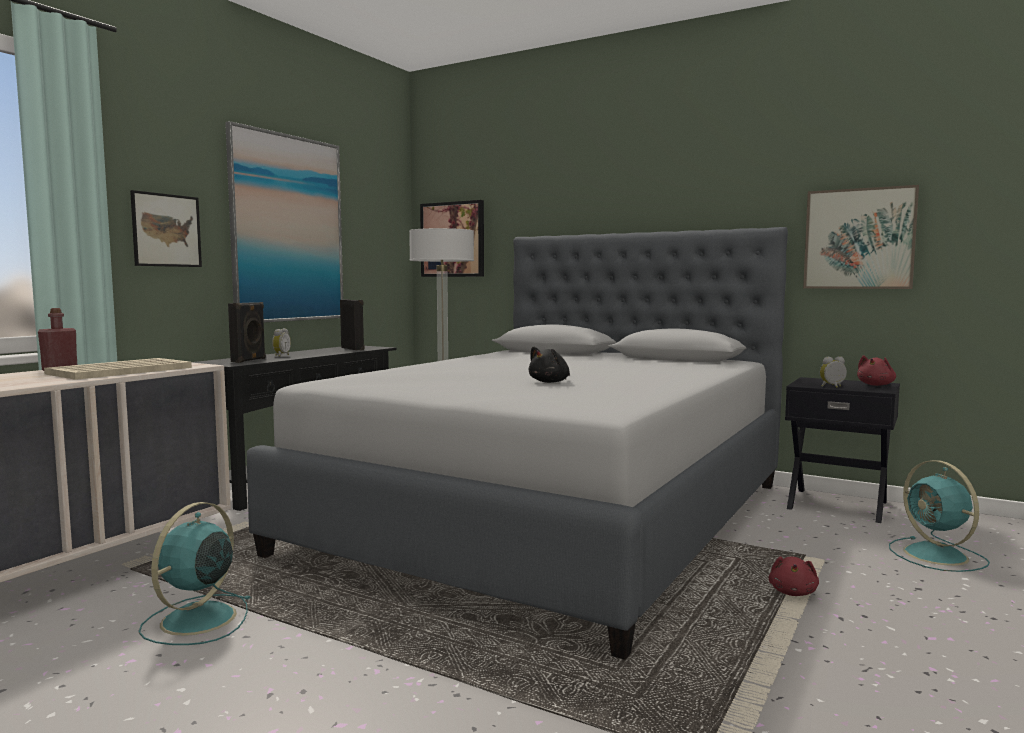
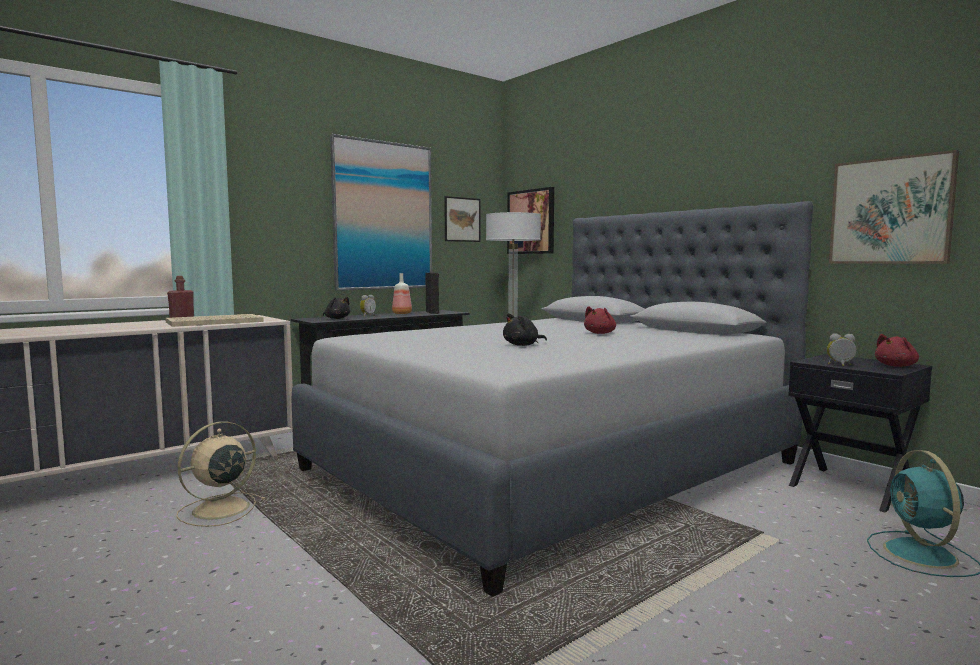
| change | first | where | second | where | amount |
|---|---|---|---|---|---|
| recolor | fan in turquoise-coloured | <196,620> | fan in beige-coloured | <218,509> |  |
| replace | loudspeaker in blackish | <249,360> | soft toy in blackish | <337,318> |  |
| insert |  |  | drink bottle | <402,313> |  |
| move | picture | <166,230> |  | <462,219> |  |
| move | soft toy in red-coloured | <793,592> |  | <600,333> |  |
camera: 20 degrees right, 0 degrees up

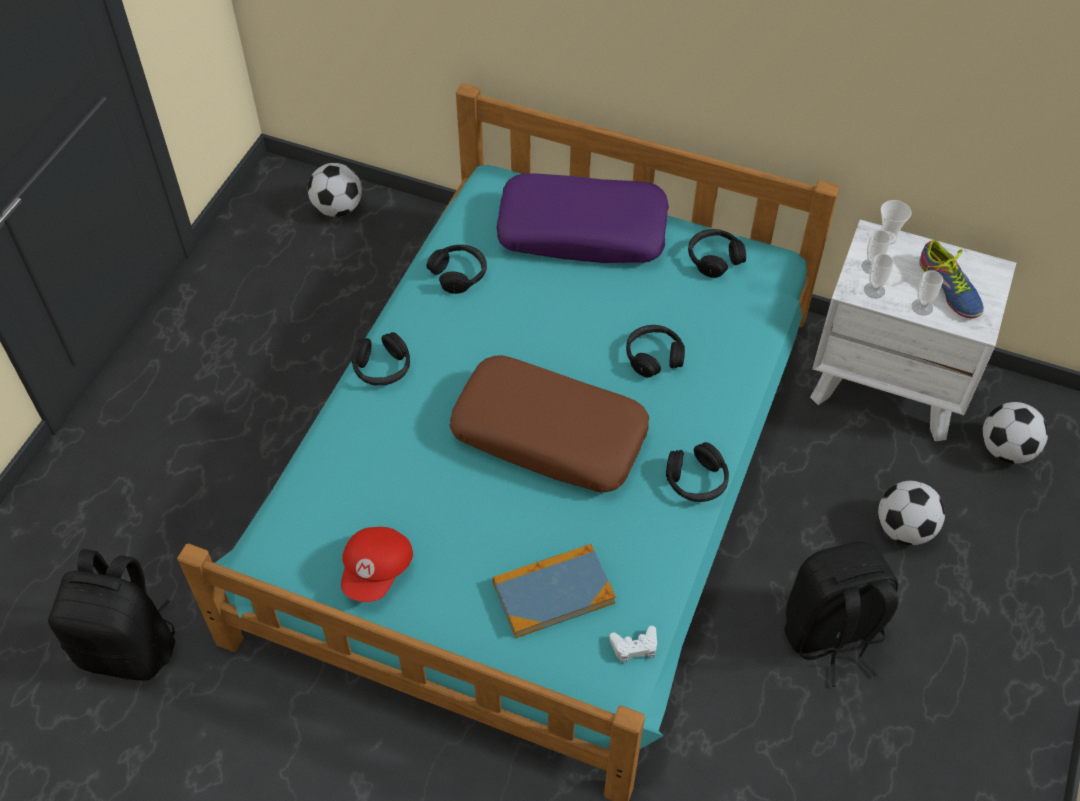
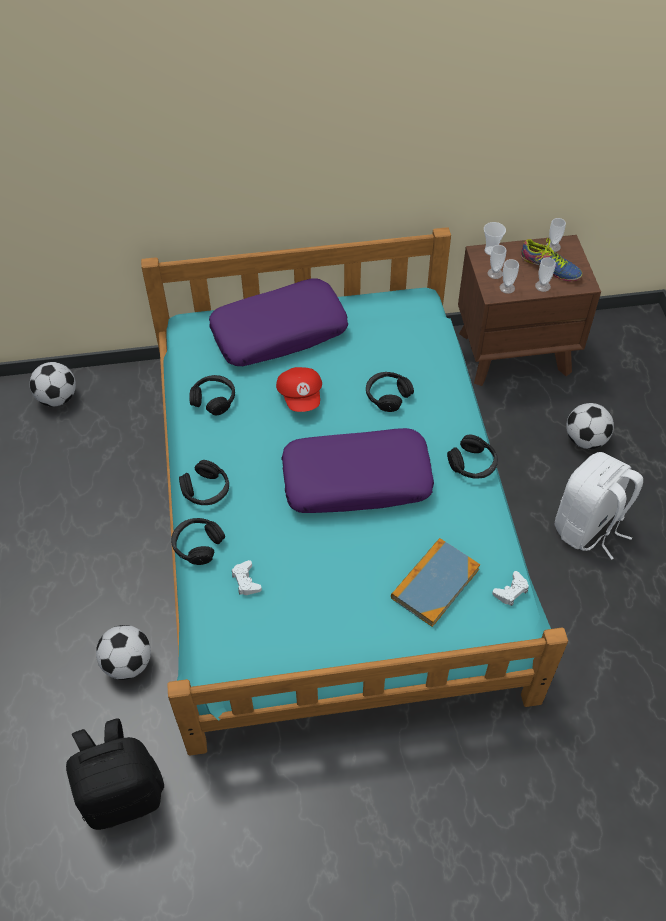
| change | first | where | second | where | amount |
|---|---|---|---|---|---|
| move | football | <1006,449> |  | <128,663> |  |
| move | headphones in blackish | <714,258> |  | <197,545> |  |
| insert |  |  | gamepad in whitish | <246,581> |  |
| move | peaked cap in red-coloured | <378,571> |  | <301,396> |  |
| recolor | throw pillow in brown | <550,434> | throw pillow in purple-coloured | <357,480> |  |
| recolor | bedside table in whitish | <889,383> | bedside table in brown | <515,352> |  |
| insert |  |  | small cup | <553,246> |  |
| recolor | knapsack in blackish | <831,634> | knapsack in whitish | <588,527> |  |
camera: 30 degrees left, 0 degrees up

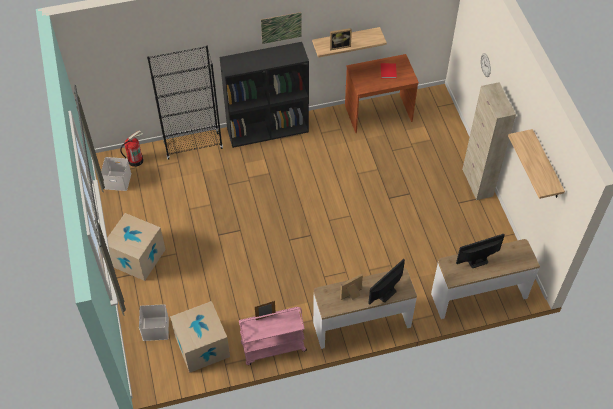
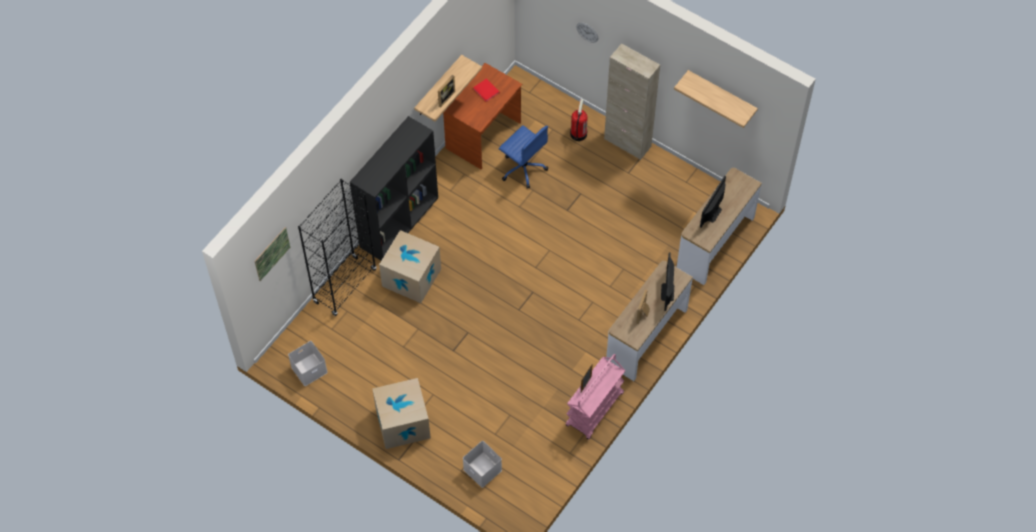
| change | first | where | second | where | amount |
|---|---|---|---|---|---|
| move | picture | <281,27> |  | <272,254> |  |
| move | packing box | <202,346> |  | <411,277> |  |
| insert |  |  | desk chair in blue-coloured | <523,168> |  |
| move | fire-fighting cylinder | <135,160> |  | <578,133> |  |
camera: 40 degrees left, 5 degrees up

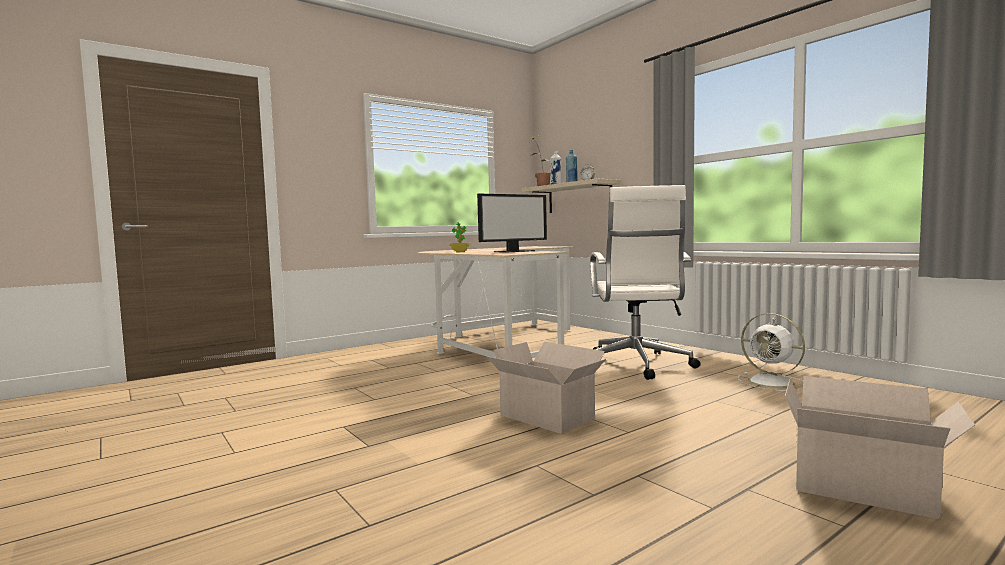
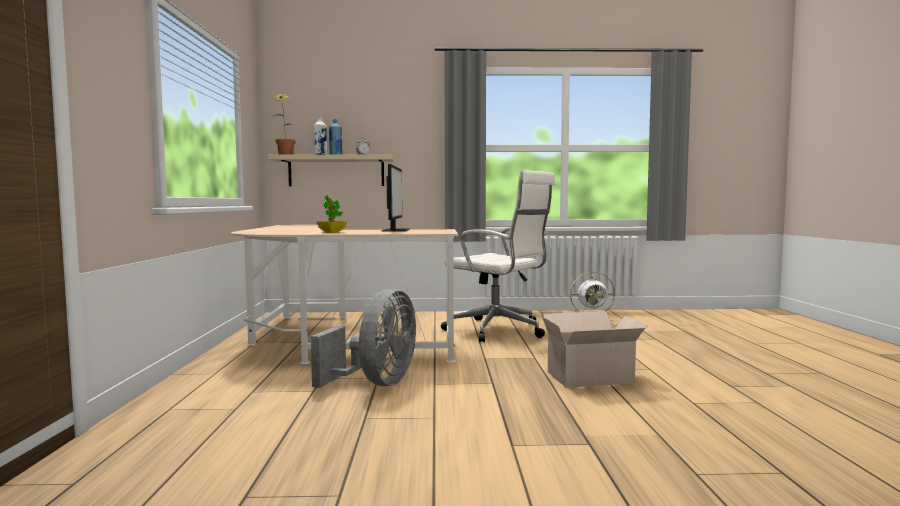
| change | first | where | second | where | amount |
|---|---|---|---|---|---|
| insert |  |  | fan in grey | <376,383> |  |
| delete | packing box | <867,489> |  |  |  |
camera: 55 degrees left, 0 degrees up

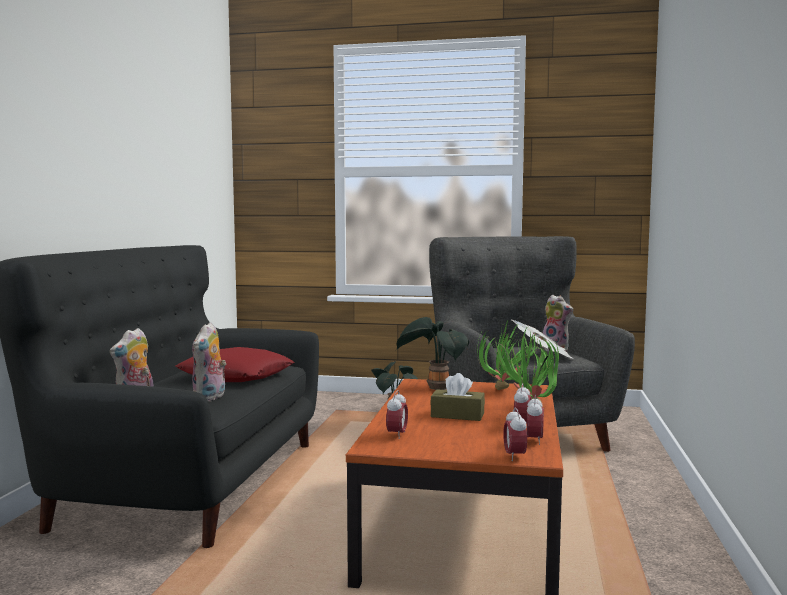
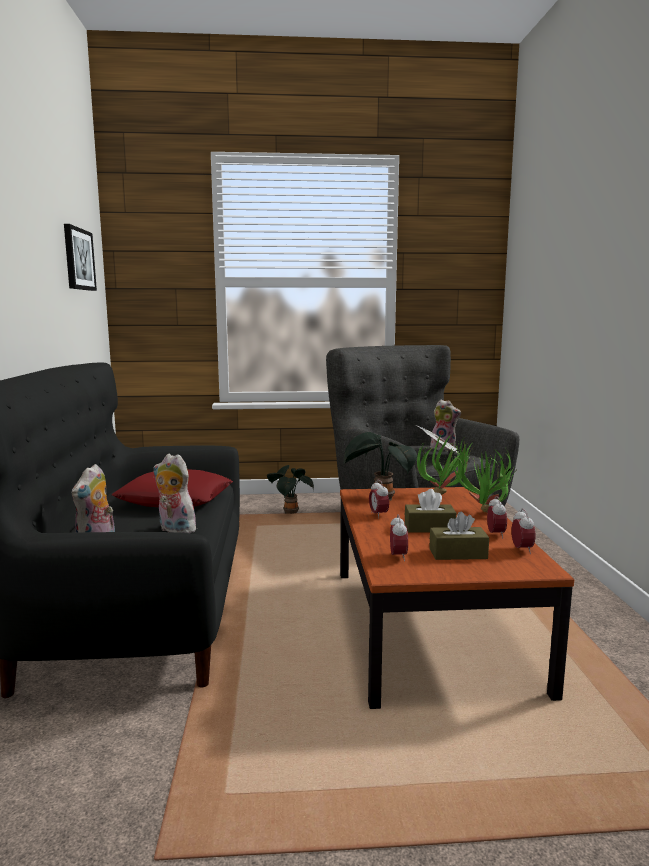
| change | first | where | second | where | amount |
|---|---|---|---|---|---|
| insert |  |  | picture | <78,259> |  |
| rotate | soft toy | <210,398> |  | <174,530> | 120 degrees clockwise |
| move | table clock | <514,456> |  | <378,515> |  |
| insert |  |  | tissue holder in brown | <458,554> |  |
camera: 15 degrees left, 5 degrees up

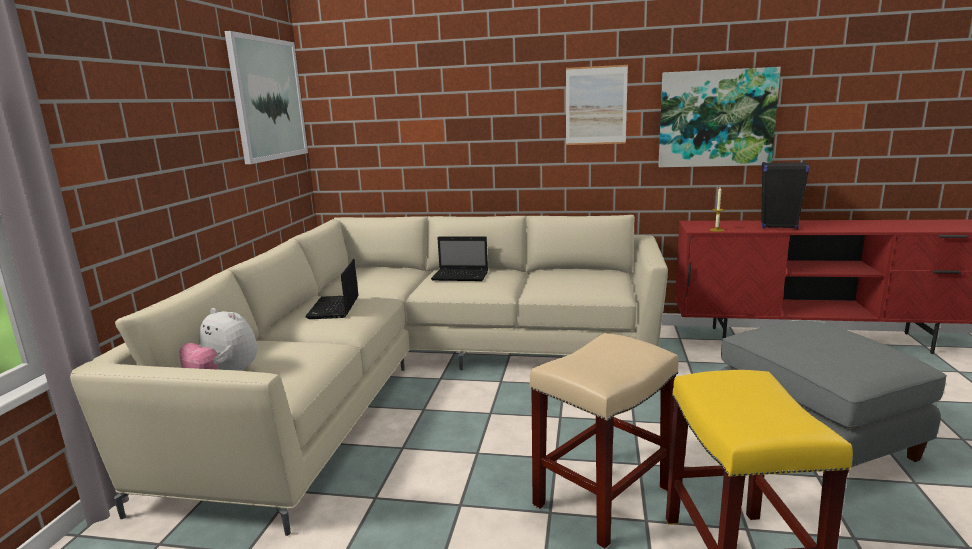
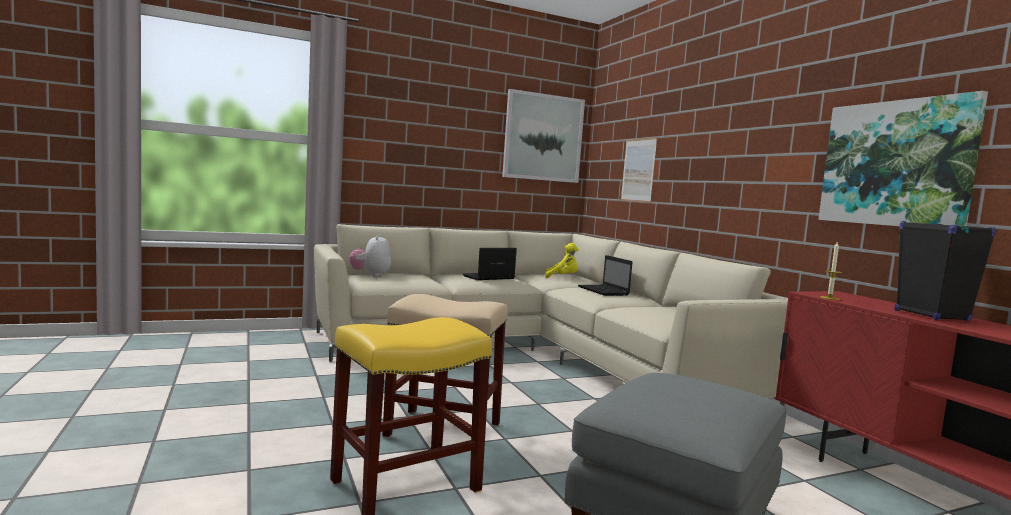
| change | first | where | second | where | amount |
|---|---|---|---|---|---|
| insert |  |  | soft toy in yellow | <562,277> |  |
| move | picture | <596,105> |  | <638,170> |  |
camera: 55 degrees right, 10 degrees down

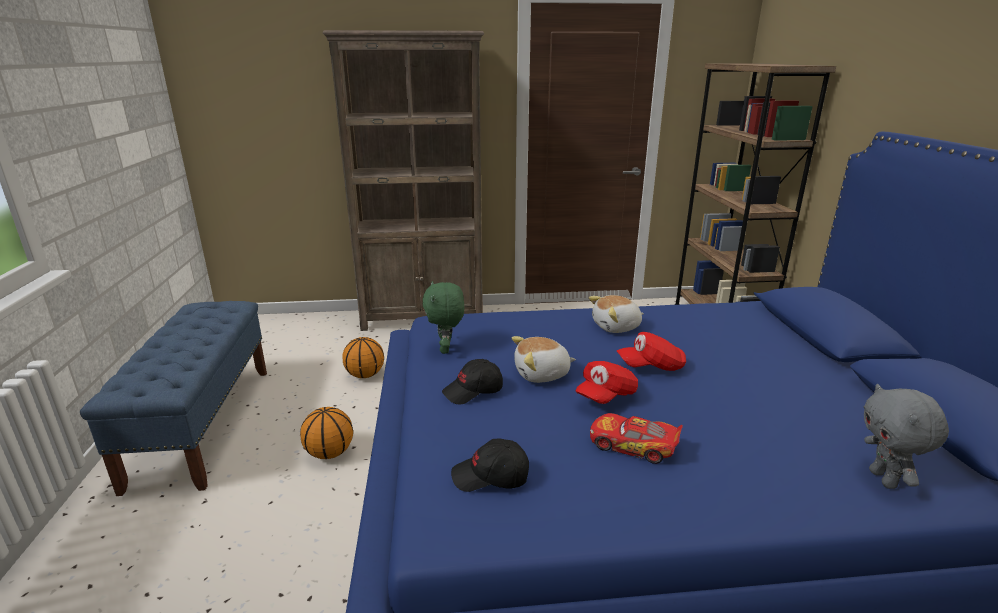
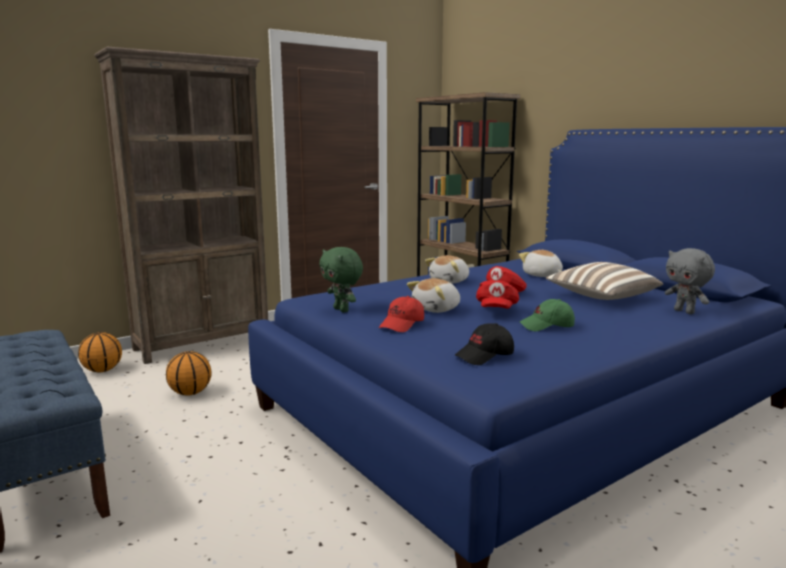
| change | first | where | second | where | amount |
|---|---|---|---|---|---|
| move | basketball | <330,453> |  | <103,370> |  |
| recolor | peaked cap in blackish | <473,391> | peaked cap in red-coloured | <402,325> |  |
| insert |  |  | soft toy | <542,275> |  |
| replace | toy car | <633,446> | peaked cap in green | <547,326> |  |
| insert |  |  | throw pillow | <601,297> |  |
camera: 30 degrees left, 10 degrees down

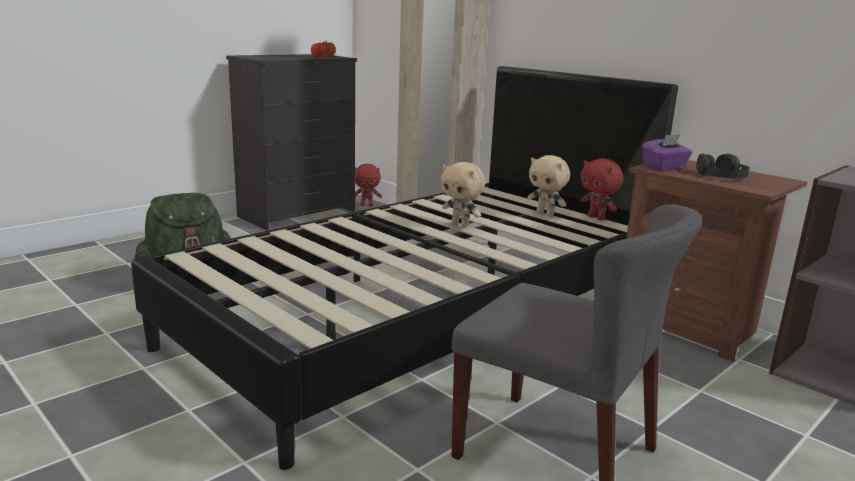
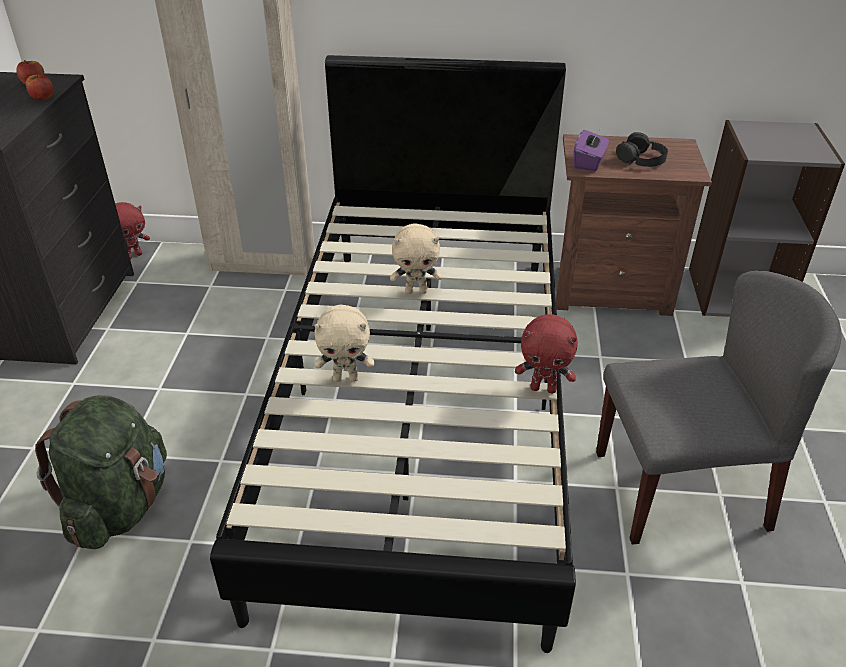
| change | first | where | second | where | amount |
|---|---|---|---|---|---|
| move | soft toy in beige-coloured | <545,214> |  | <346,378> |  |
| move | soft toy in red-coloured | <597,218> |  | <543,388> |  |
camera: 40 degrees left, 20 degrees up

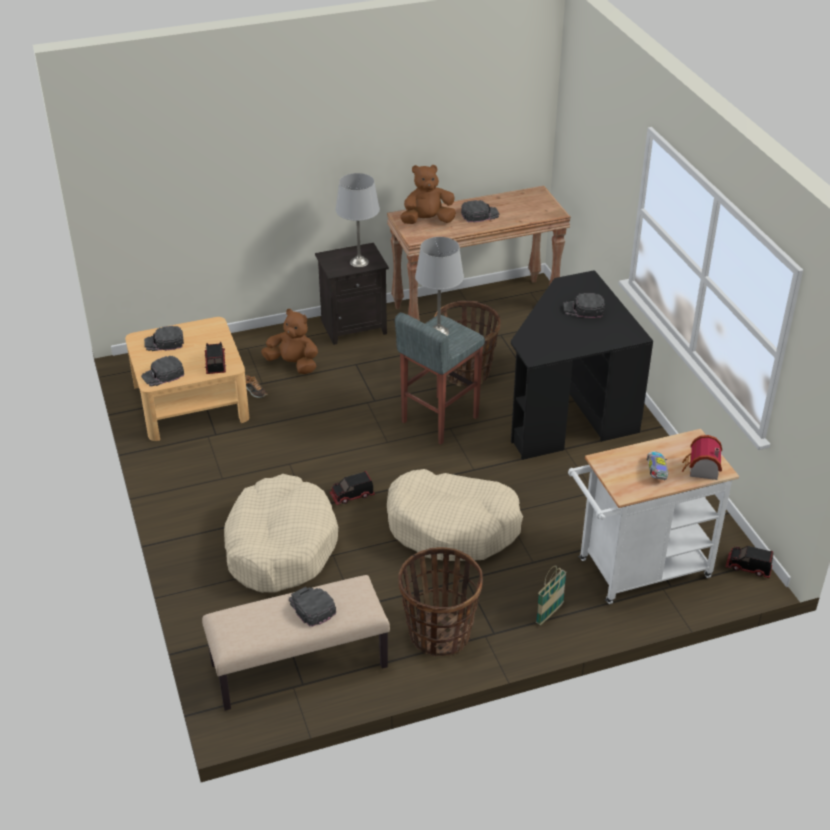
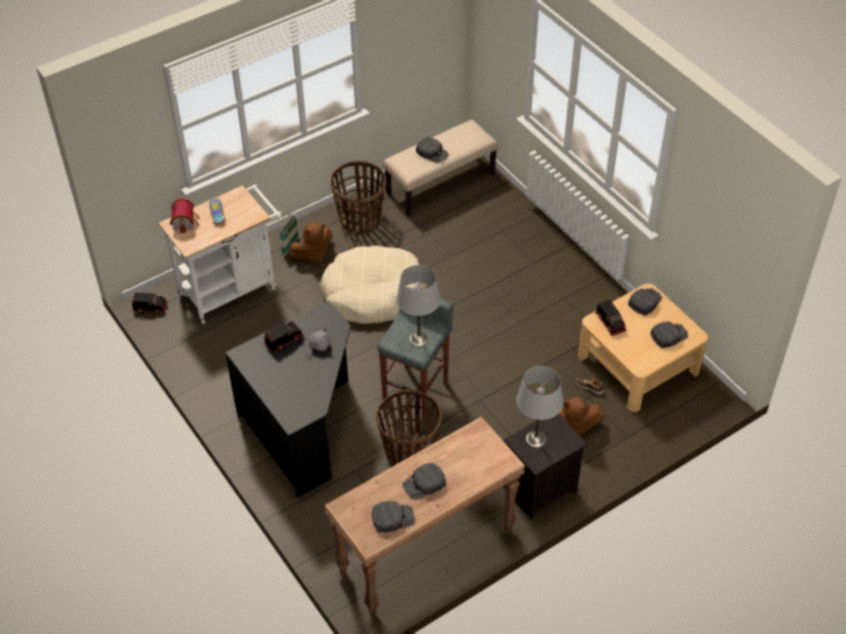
| change | first | where | second | where | amount |
|---|---|---|---|---|---|
| move | model truck | <352,495> |  | <284,340> |  |
| move | soft toy in brown | <427,221> |  | <312,253> |  |
| insert |  |  | soft toy in grey | <318,346> |  |
| move | peaked cap in blackish | <583,309> |  | <393,518> |  |
| delete | dog bed in beige-coloured | <280,546> |  |  |  |
camera: 165 degrees right, 10 degrees up

